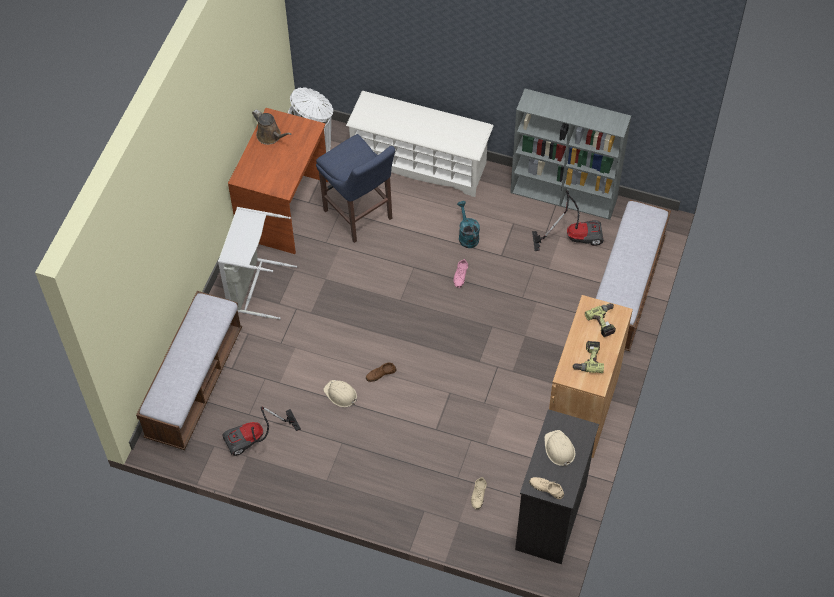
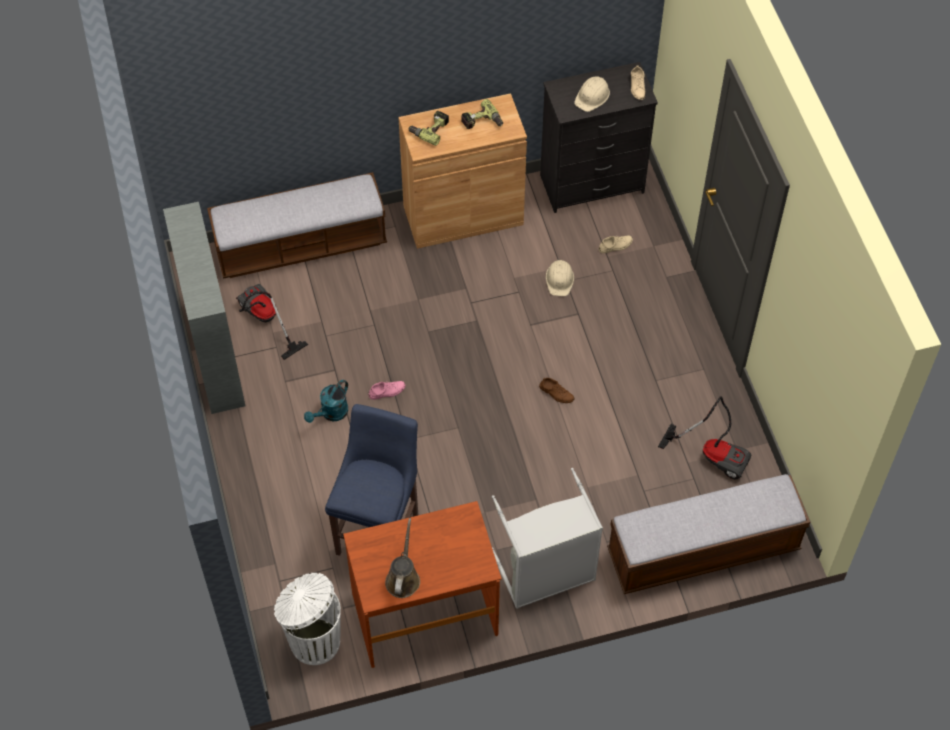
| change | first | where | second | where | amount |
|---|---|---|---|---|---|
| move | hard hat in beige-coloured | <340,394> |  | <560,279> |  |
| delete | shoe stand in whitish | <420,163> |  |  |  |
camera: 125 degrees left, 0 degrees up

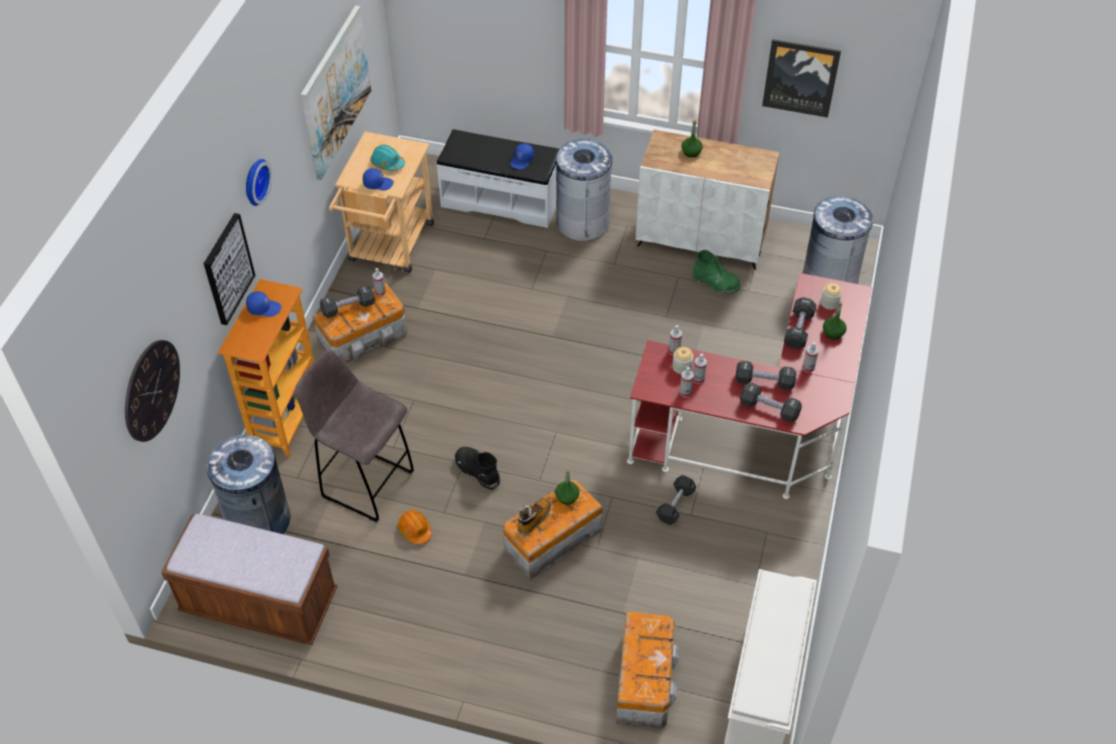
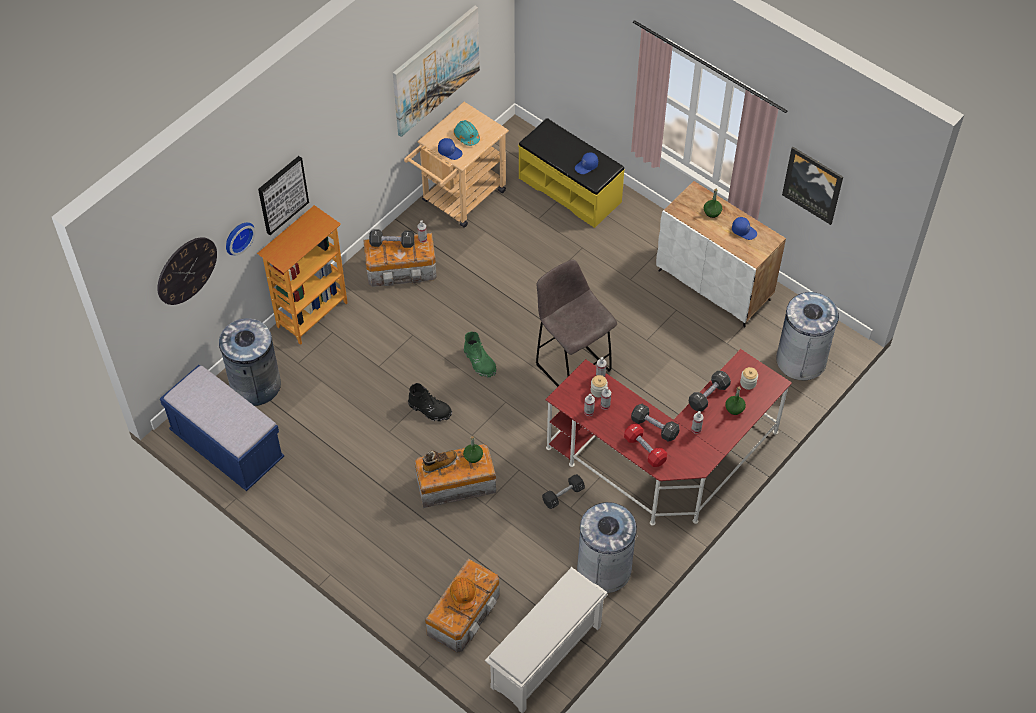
| change | first | where | second | where | amount |
|---|---|---|---|---|---|
| recolor | indoor bench in brown | <259,603> | indoor bench in blue-coloured | <227,446> |  |
| move | wall clock | <254,181> |  | <237,236> |  |
| rotate | tall boot in blackish | <477,471> |  | <430,410> | 135 degrees clockwise |
| move | hard hat in orangey | <414,530> |  | <463,595> |  |
| move | tall boot in green | <715,282> |  | <480,362> |  |
| recolor | indoor bench in whitish | <501,200> | indoor bench in yellow | <570,189> |  |
| move | stool seat in grey | <365,483> |  | <572,366> |  |
| move | trash can in grey | <583,222> |  | <604,568> |  |
| recolor | dumbbell in blackish | <769,409> | dumbbell in red-coloured | <645,450> |  |
| move | peaked cap in blue-coloured | <264,308> |  | <744,231> |  |
camera: 25 degrees right, 5 degrees up

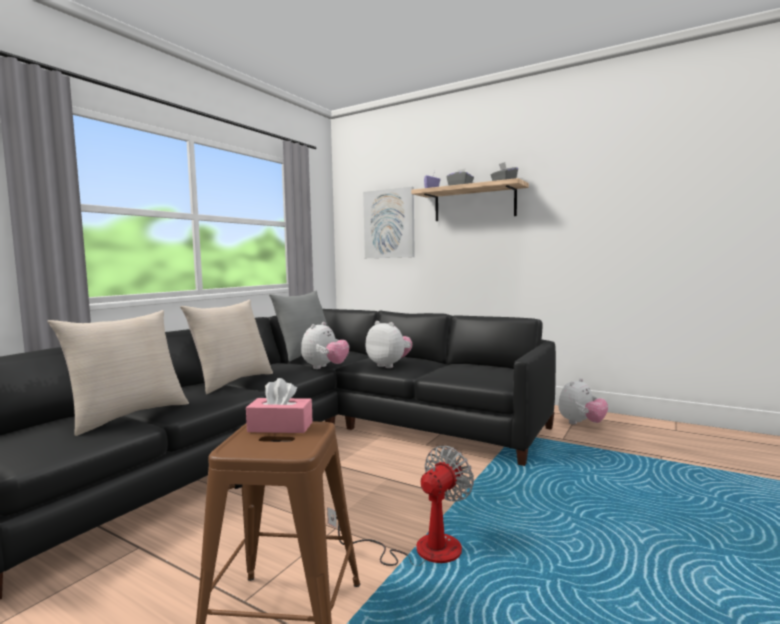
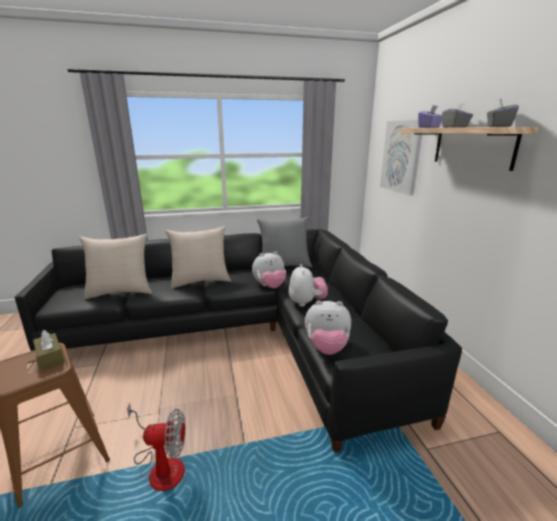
| change | first | where | second | where | amount |
|---|---|---|---|---|---|
| recolor | tissue holder in pink | <280,427> | tissue holder in brown | <50,357> |  |
| move | soft toy | <581,423> |  | <326,347> |  |
camera: 45 degrees right, 15 degrees up

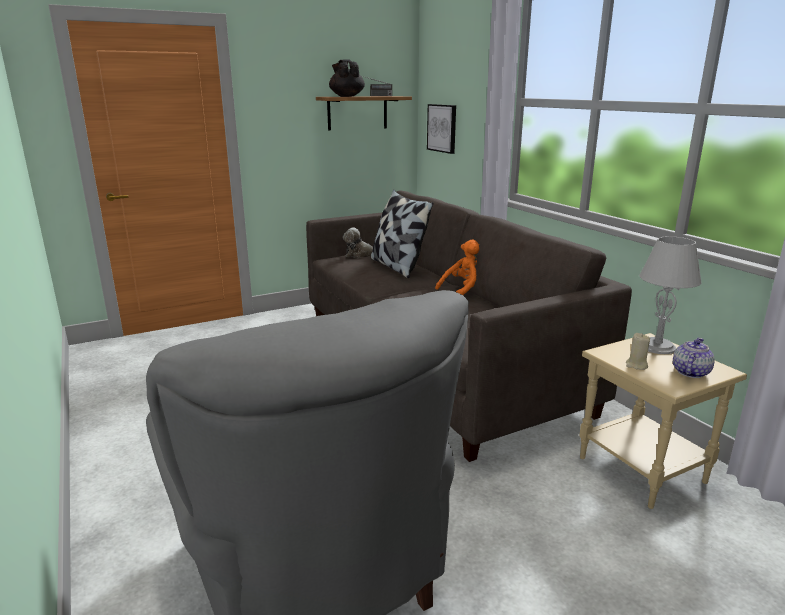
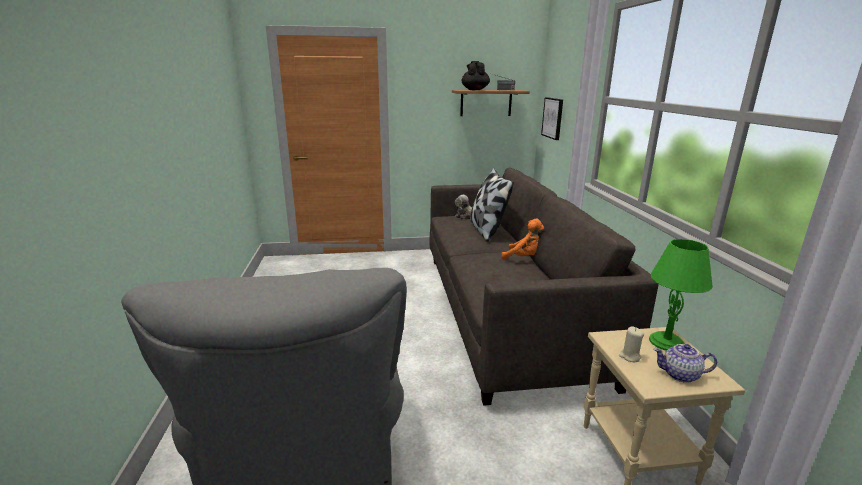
| change | first | where | second | where | amount |
|---|---|---|---|---|---|
| rotate | soft toy in orangey | <462,290> |  | <525,258> | 45 degrees clockwise |
| recolor | tabletop lamp in grey | <657,347> | tabletop lamp in green | <666,342> |  |
| rotate | teapot | <690,372> |  | <680,375> | 135 degrees counterclockwise |
camera: 20 degrees right, 0 degrees up

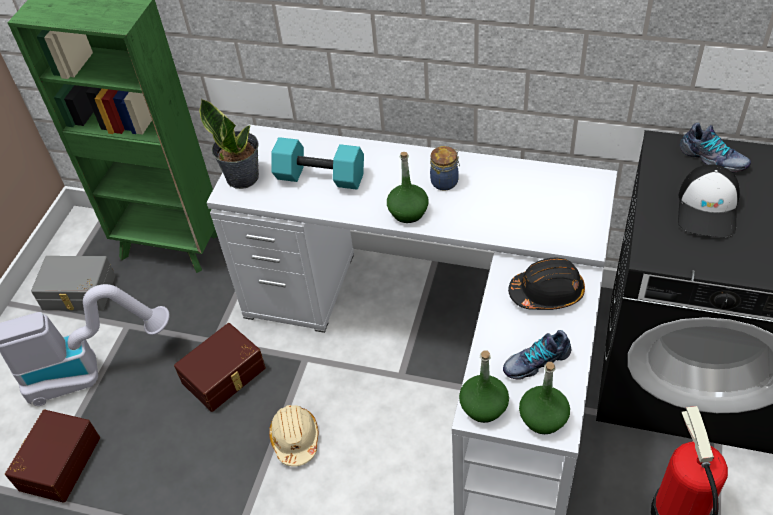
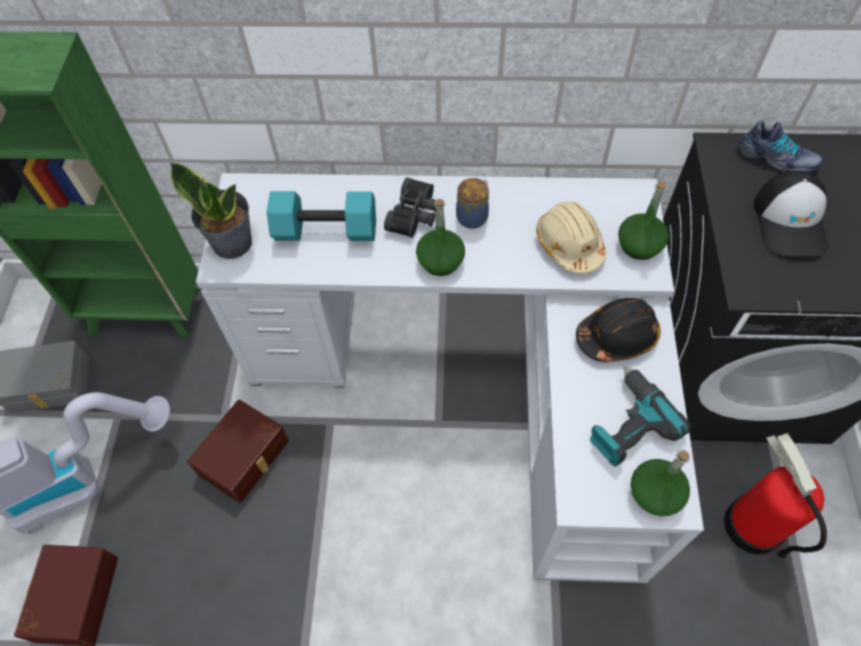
| change | first | where | second | where | amount |
|---|---|---|---|---|---|
| insert |  |  | pair of binoculars in blackish | <416,215> |  |
| move | hard hat in beige-coloured | <295,439> |  | <569,244> |  |
| replace | shoe | <535,361> | electric drill | <627,423> |  |
| move | drink bottle in green | <483,407> |  | <639,246> |  |
camera: 15 degrees left, 10 degrees up

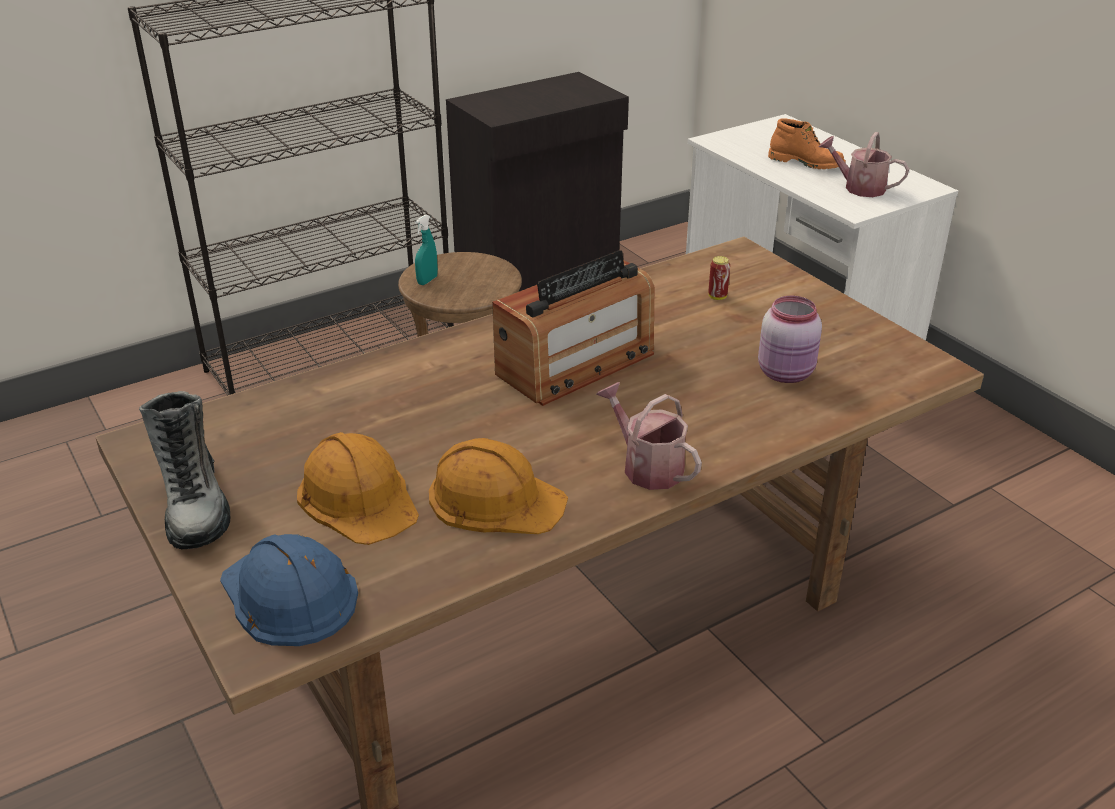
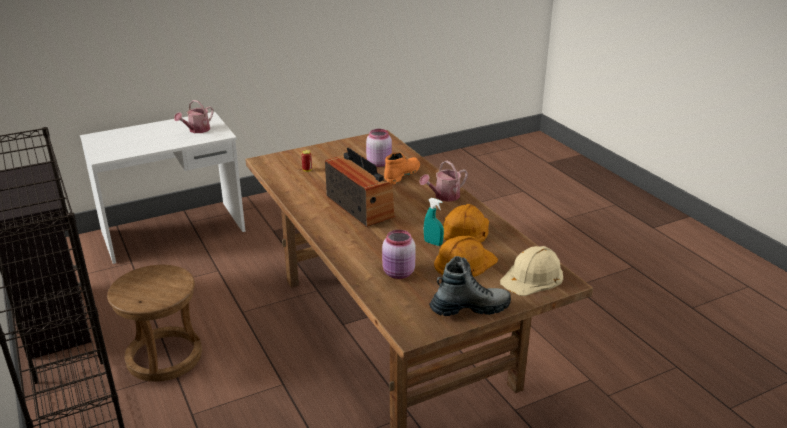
| change | first | where | second | where | amount |
|---|---|---|---|---|---|
| insert |  |  | storage jar in pink | <399,273> |  |
| move | tall boot in orangey | <806,163> |  | <401,175> |  |
| move | spray bottle in turquoise-coloured | <427,280> |  | <433,243> |  |
| recolor | hard hat in blue-coloured | <288,595> | hard hat in beige-coloured | <532,277> |  |
camera: 85 degrees left, 5 degrees down

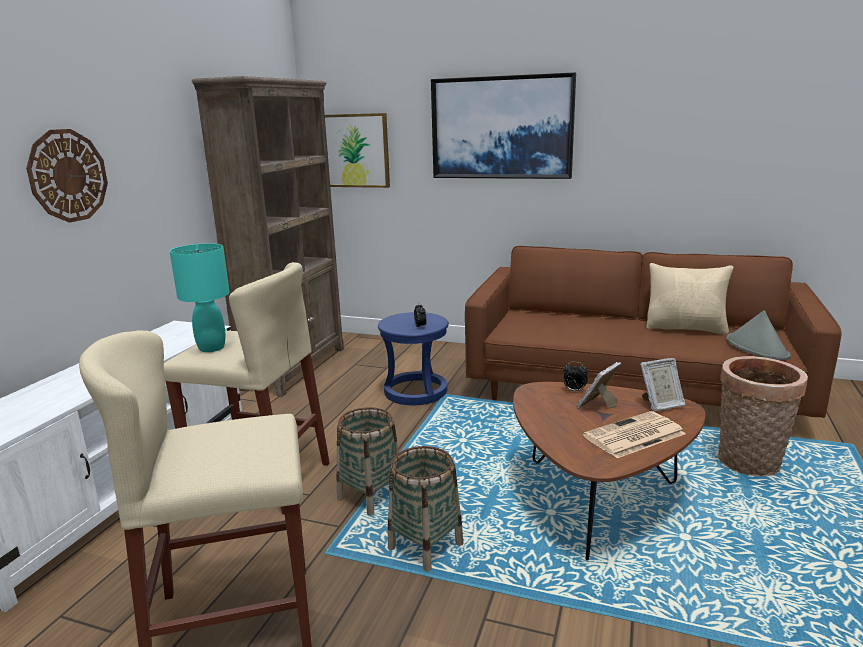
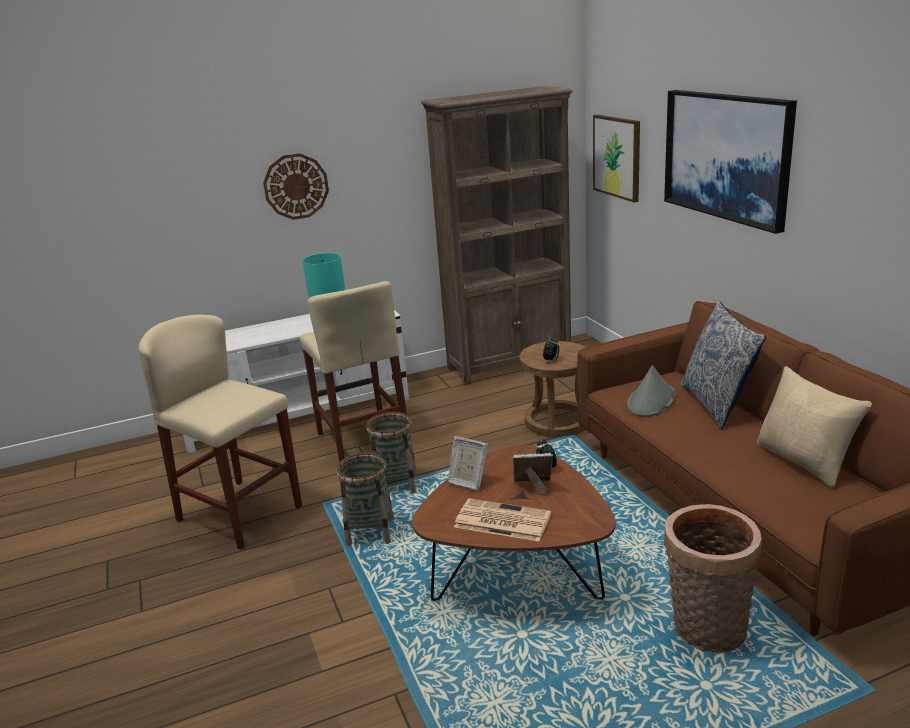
| change | first | where | second | where | amount |
|---|---|---|---|---|---|
| move | picture frame | <660,405> |  | <468,482> |  |
| recolor | stool seat in blue-coloured | <415,391> | stool seat in brown | <556,422> |  |
| move | wearable hat in grey | <757,348> |  | <651,401> |  |
| insert |  |  | throw pillow | <717,404> |  |
camera: 50 degrees right, 5 degrees up

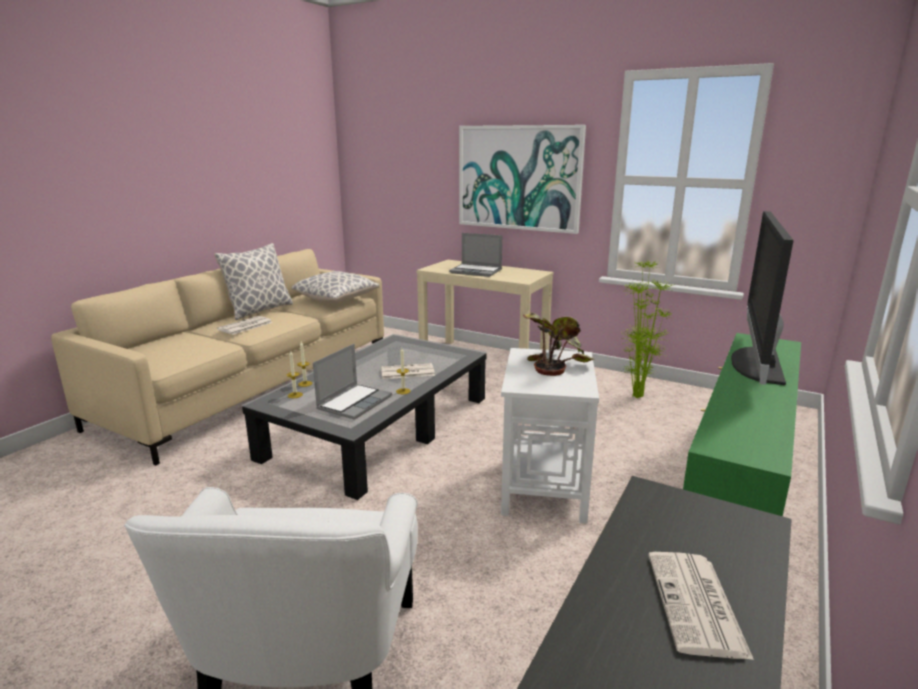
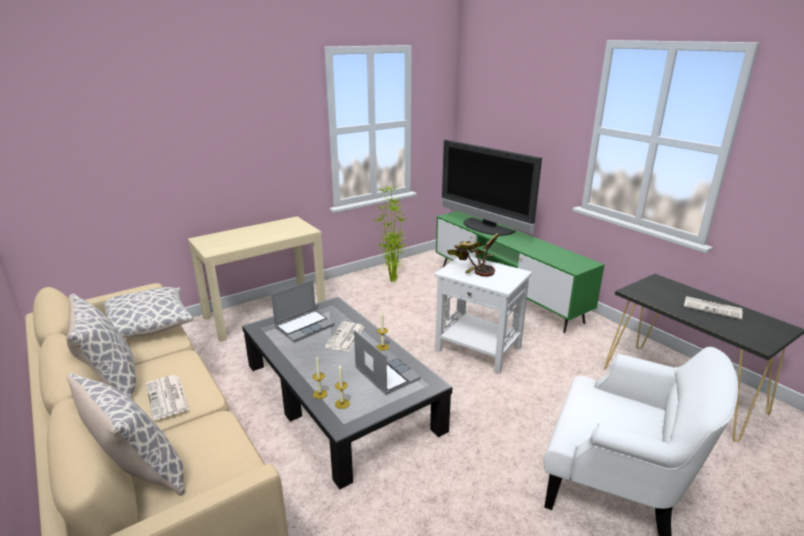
| change | first | where | second | where | amount |
|---|---|---|---|---|---|
| insert |  |  | throw pillow | <140,473> |  |
| move | notebook computer | <476,271> |  | <305,326> |  |
| delete | picture | <519,178> |  |  |  |
camera: 65 degrees left, 5 degrees up

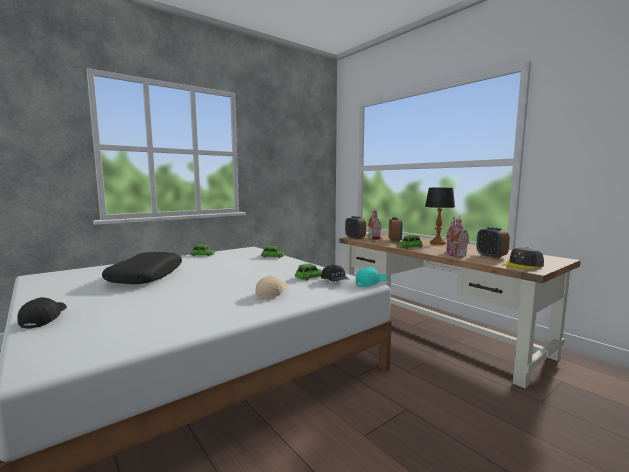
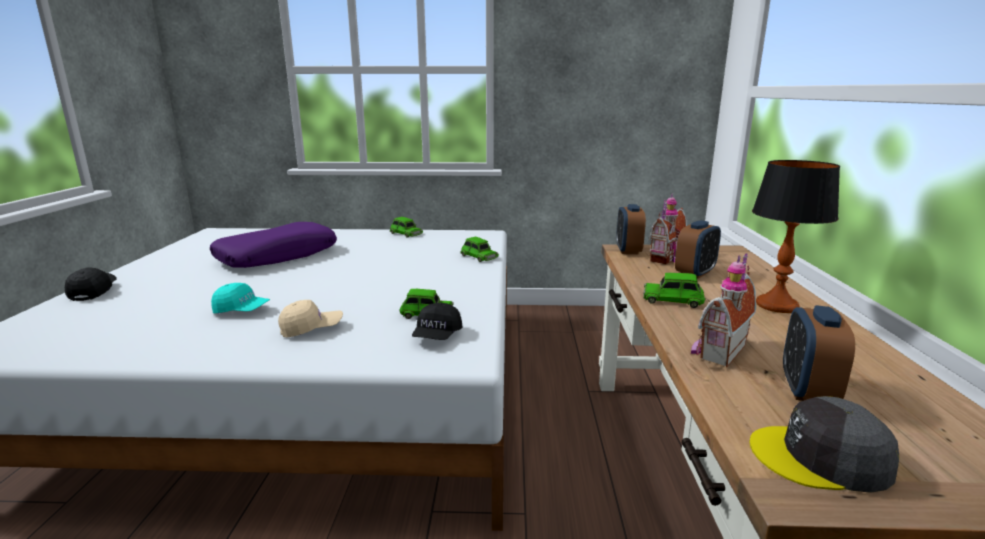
| change | first | where | second | where | amount |
|---|---|---|---|---|---|
| rotate | peaked cap in blackish | <44,319> |  | <94,292> | 45 degrees counterclockwise |
| recolor | throw pillow in blackish | <146,276> | throw pillow in purple-coloured | <277,256> |  |
| move | peaked cap in turquoise-coloured | <371,283> |  | <242,310> |  |
camera: 40 degrees right, 10 degrees up

